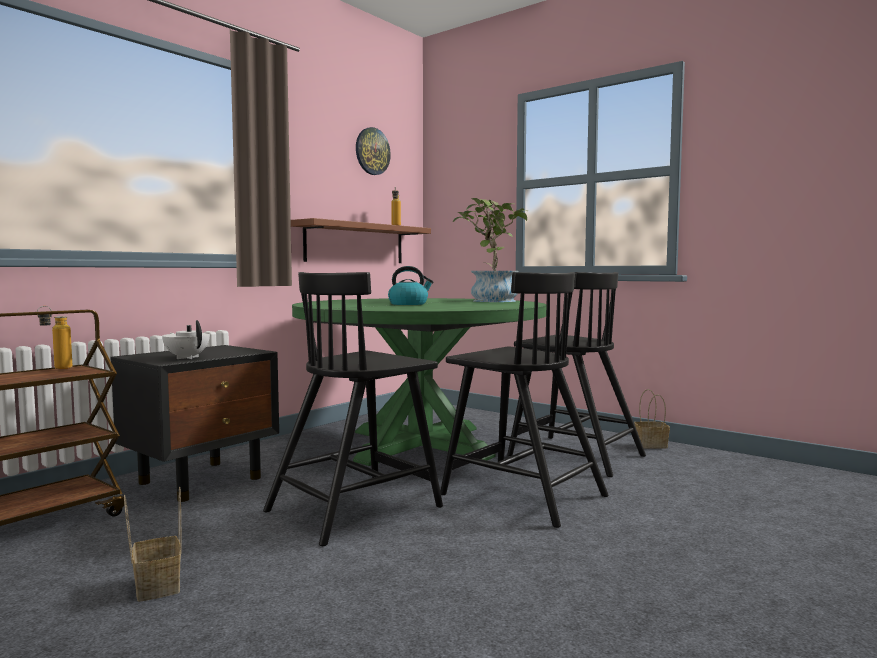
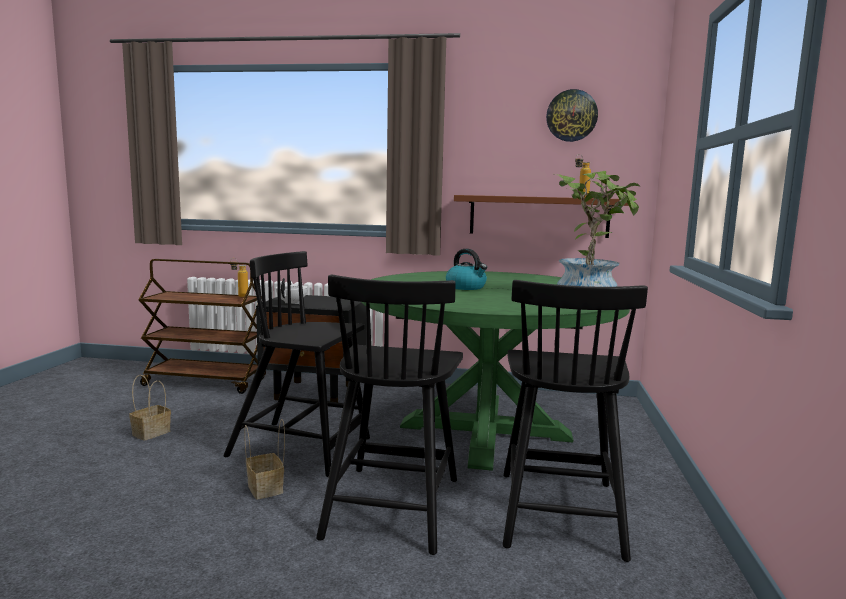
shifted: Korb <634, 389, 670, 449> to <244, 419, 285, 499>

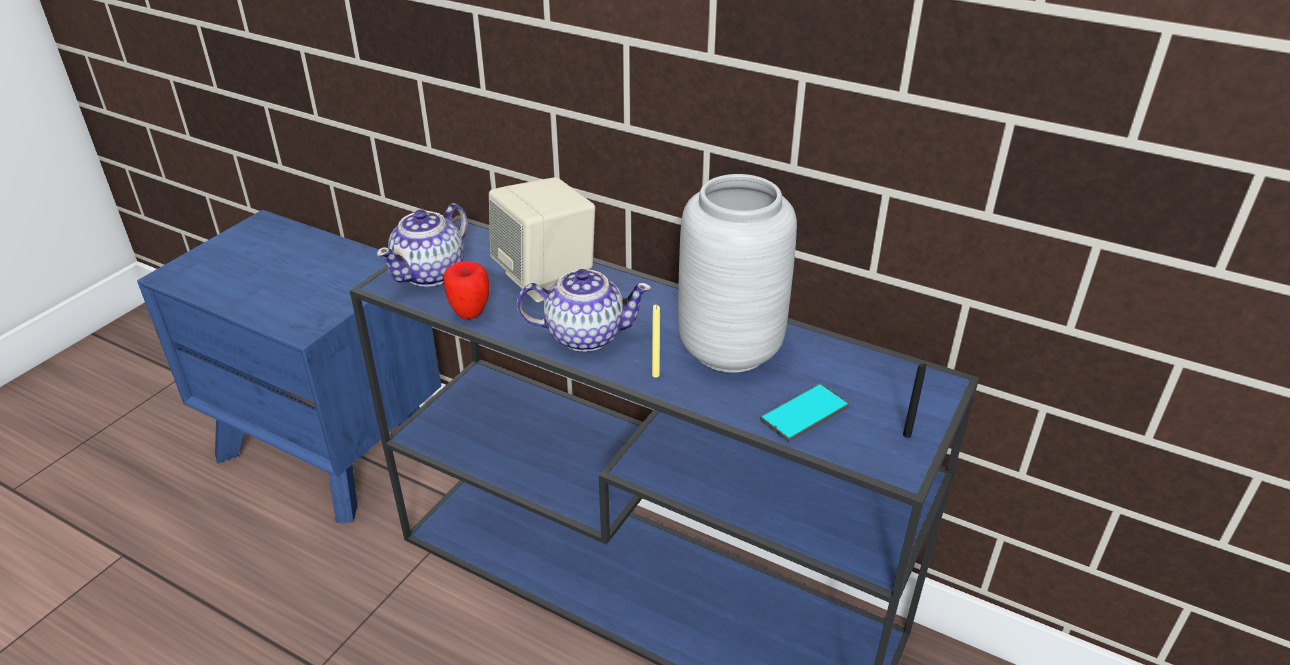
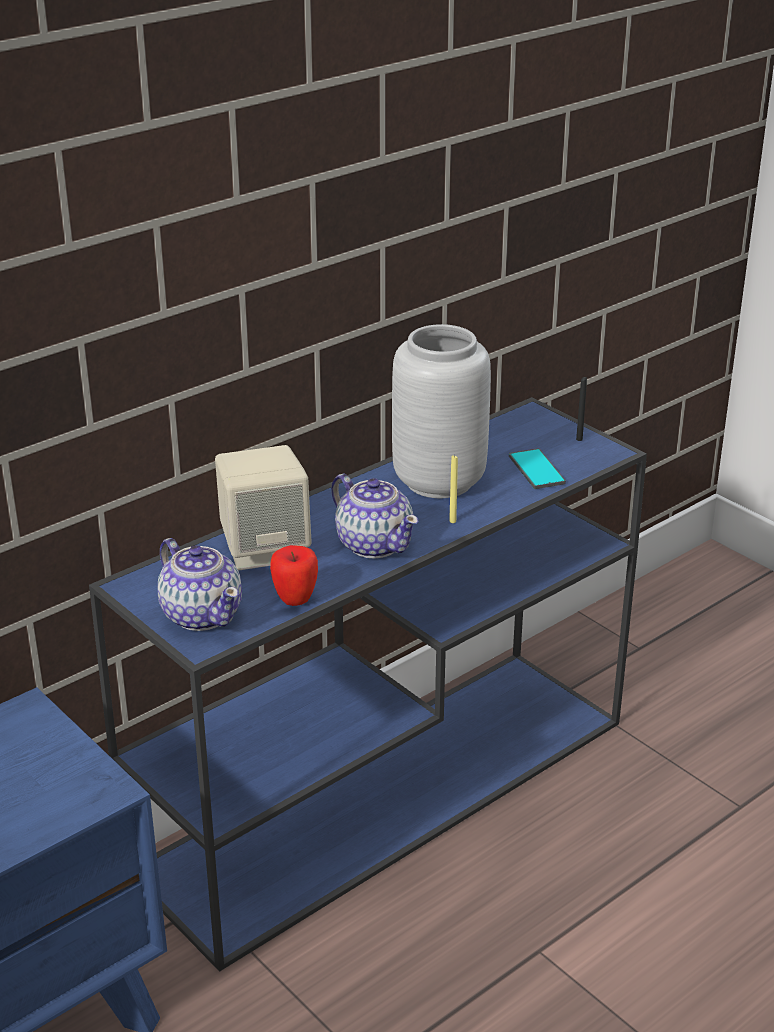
rotated: Teekanne <516, 269, 652, 352> = <331, 474, 418, 559> 120 degrees clockwise

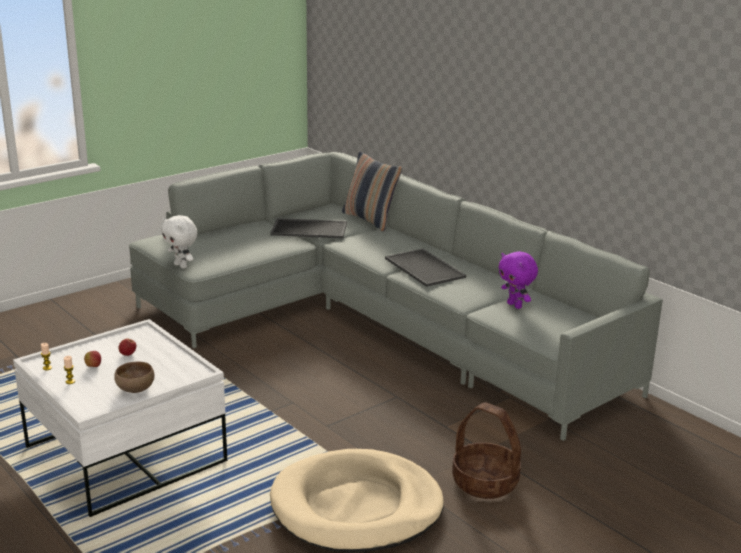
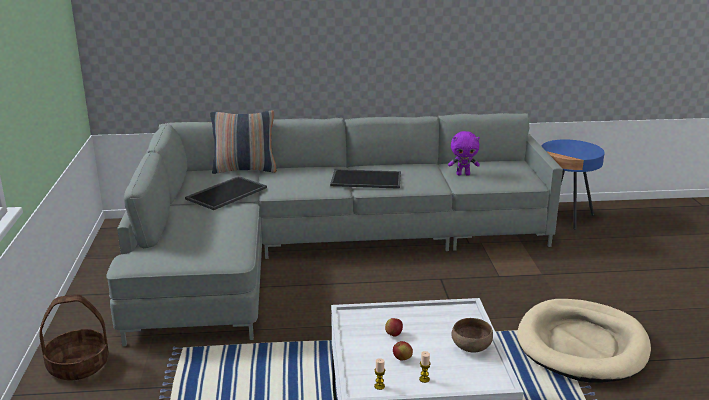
gone: Plüschtier [weiß] <161, 215, 198, 269>
new: Beistelltisch [blau] <542, 139, 605, 230>
shifted: Korb <452, 402, 521, 499> to <39, 294, 109, 380>

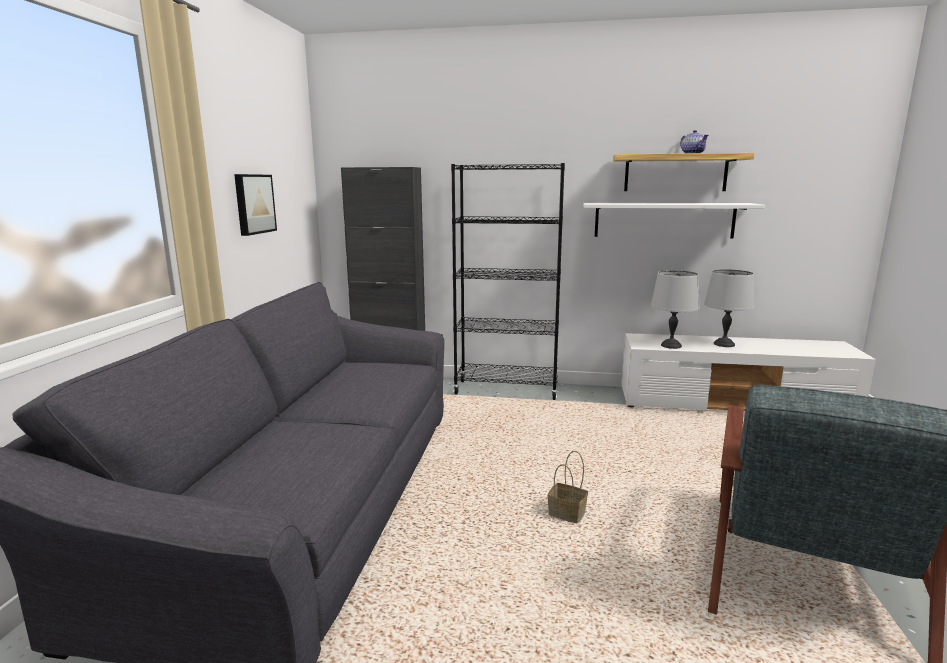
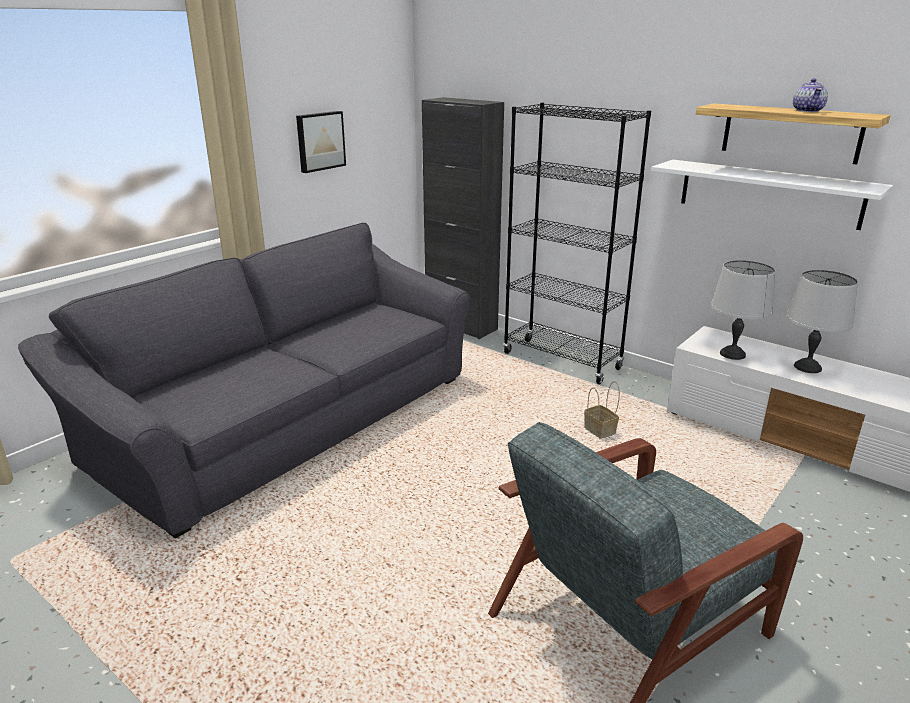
shifted: Korb <548, 451, 588, 523> to <584, 381, 620, 439>

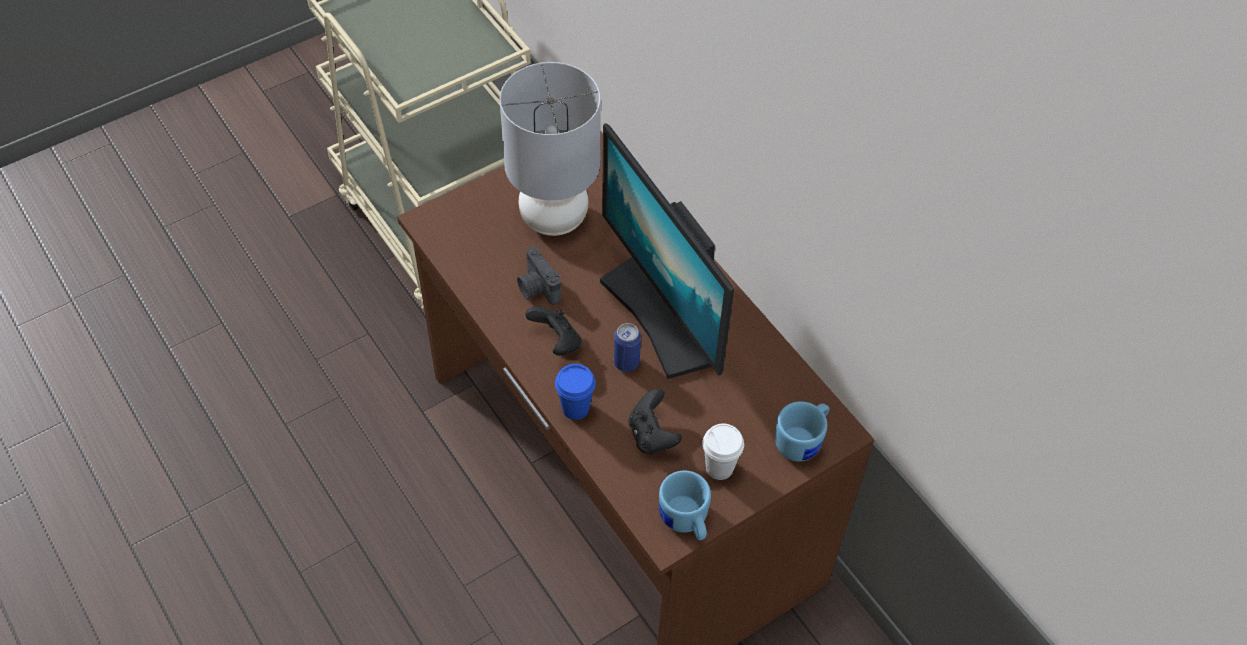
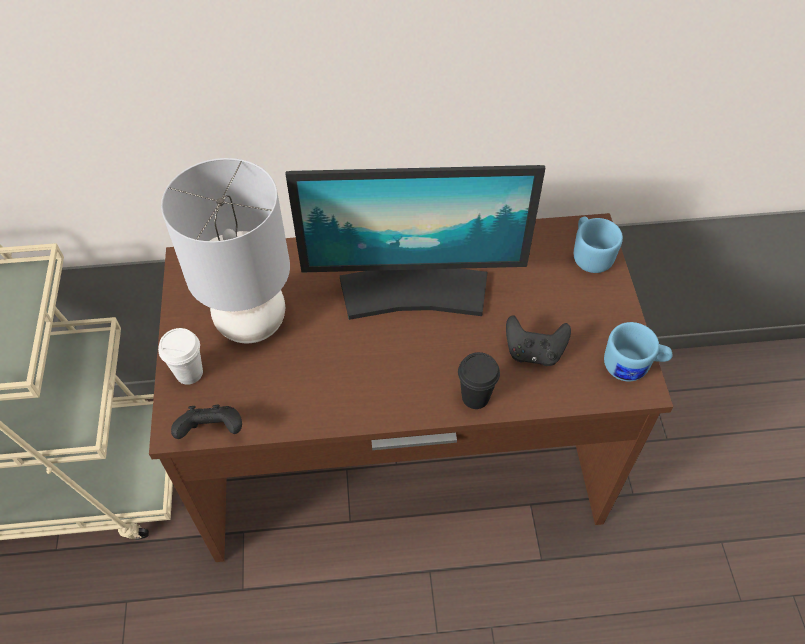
gone: Kamera <517, 247, 561, 305>; Dose <614, 323, 641, 372>
shifted: Gamepad [schwarz] <525, 306, 582, 356> to <171, 405, 242, 439>; Tasse [weiß] <702, 424, 744, 480> to <158, 328, 203, 385>
repainted: Tasse [blau] <555, 364, 596, 420> to Tasse [schwarz] <458, 352, 500, 409>

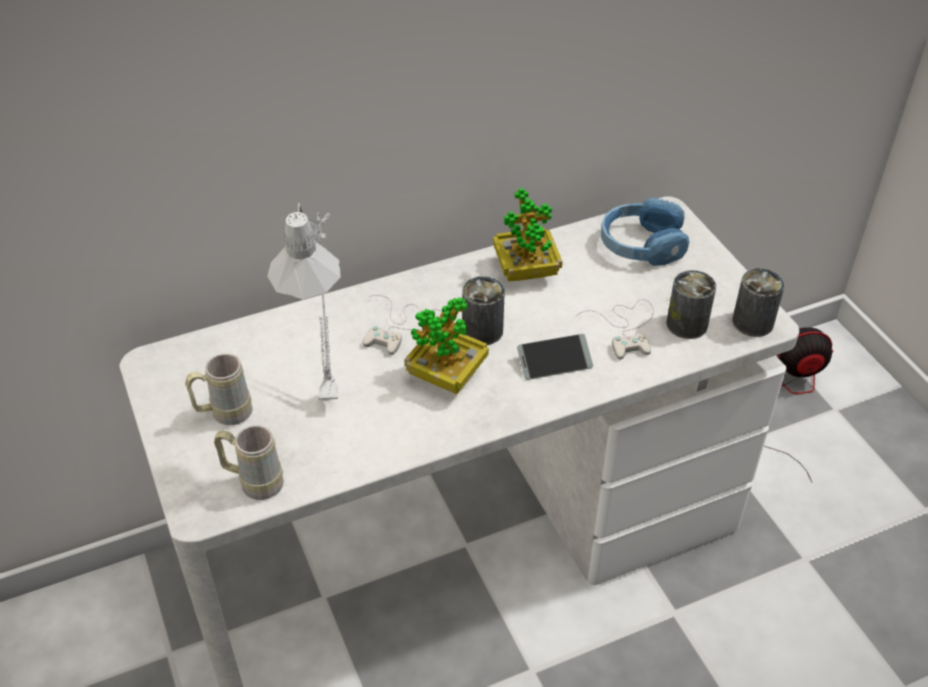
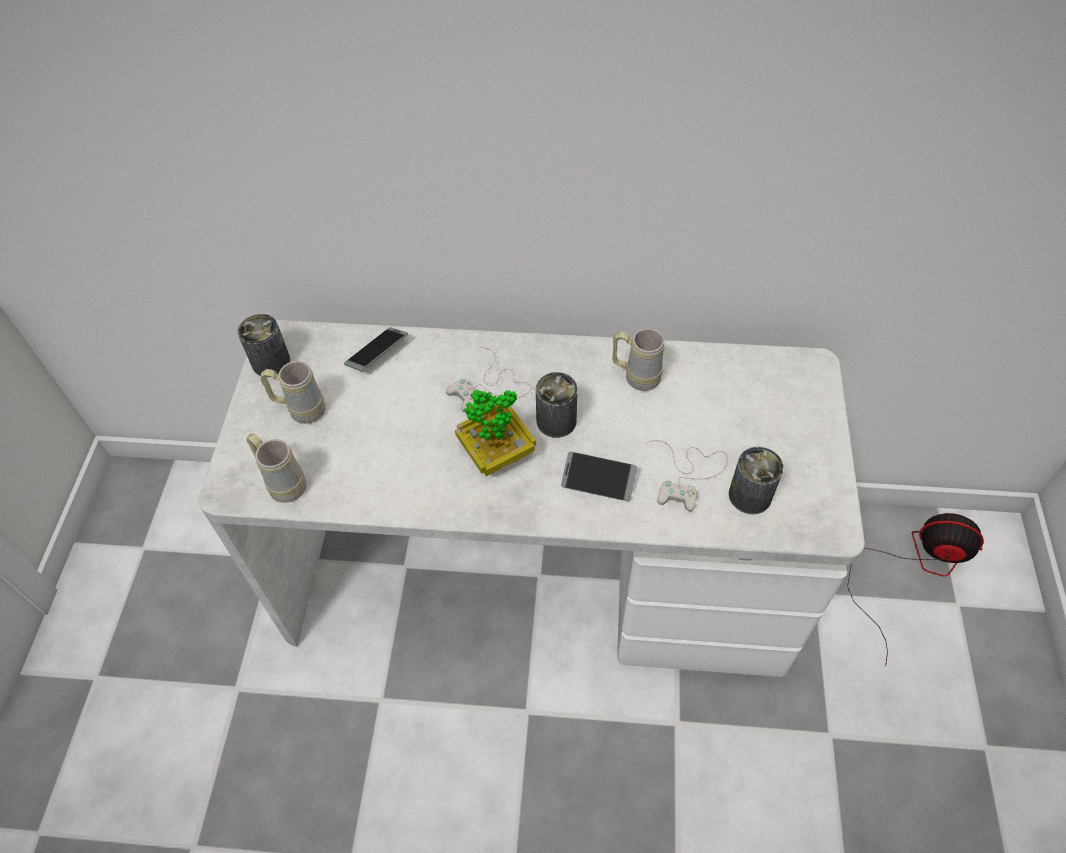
gone: Kopfhörer [blau] <601, 198, 689, 266>; Tischlampe [grau] <267, 203, 341, 400>
new: Handy <344, 327, 408, 371>
shifted: Dose <732, 268, 785, 337> to <237, 314, 290, 376>
swapped: Topfpflanze <493, 188, 563, 281> to Henkelbecher [beige] <613, 328, 665, 391>

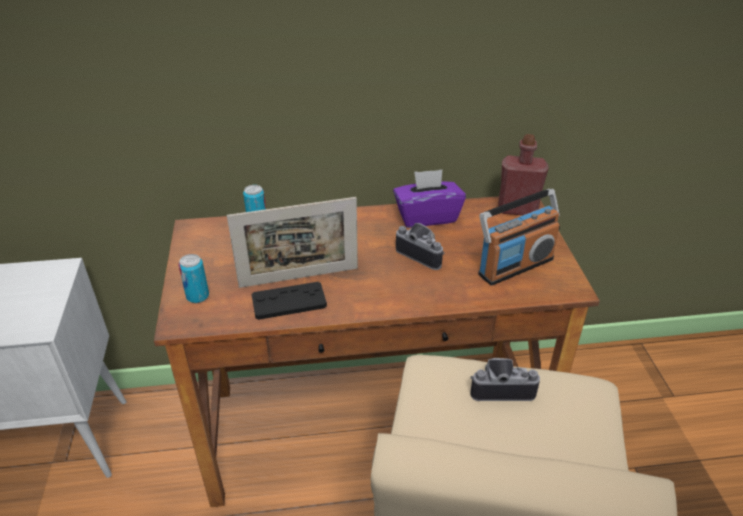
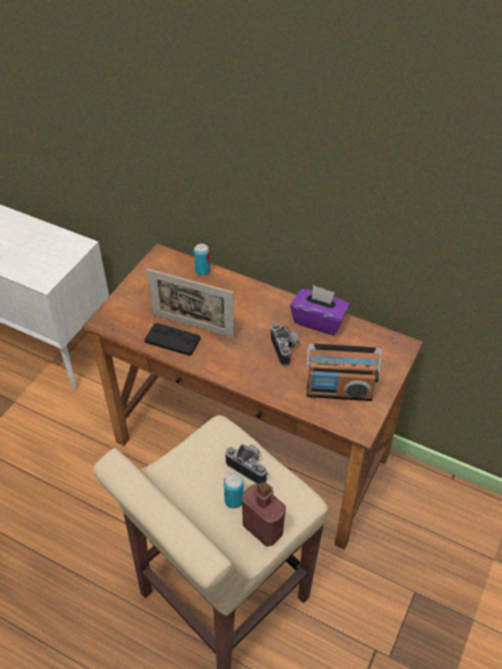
shifted: Flasche [rot] <498, 134, 549, 215> to <242, 482, 286, 547>; Dose <178, 254, 209, 303> to <224, 473, 244, 509>

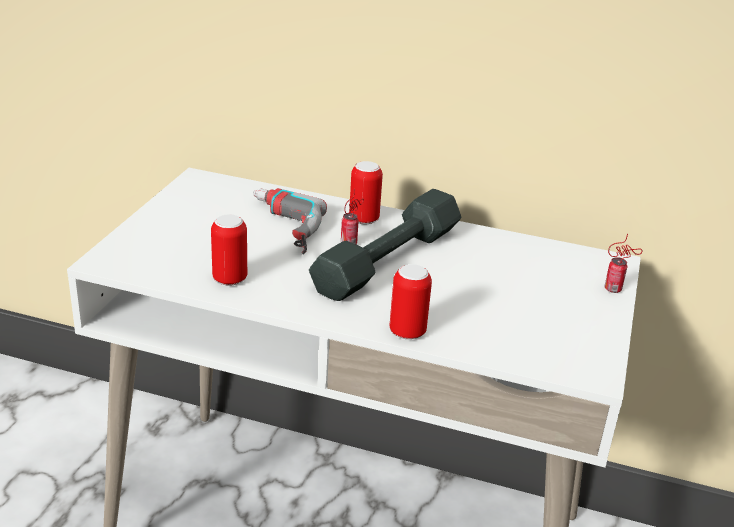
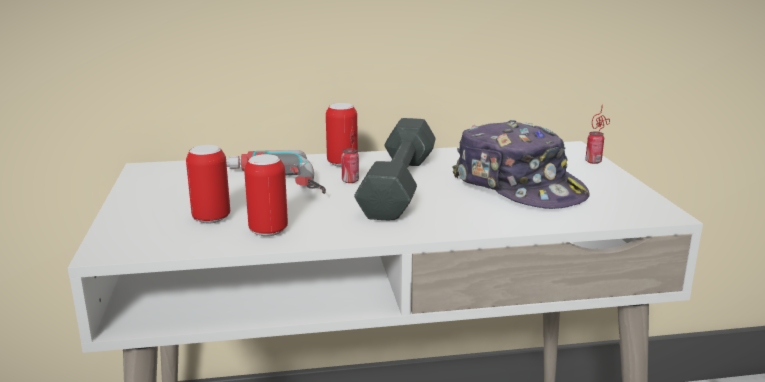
new: Kappe <452, 120, 589, 209>
shifted: Dose <390, 264, 432, 339> to <186, 145, 230, 223>

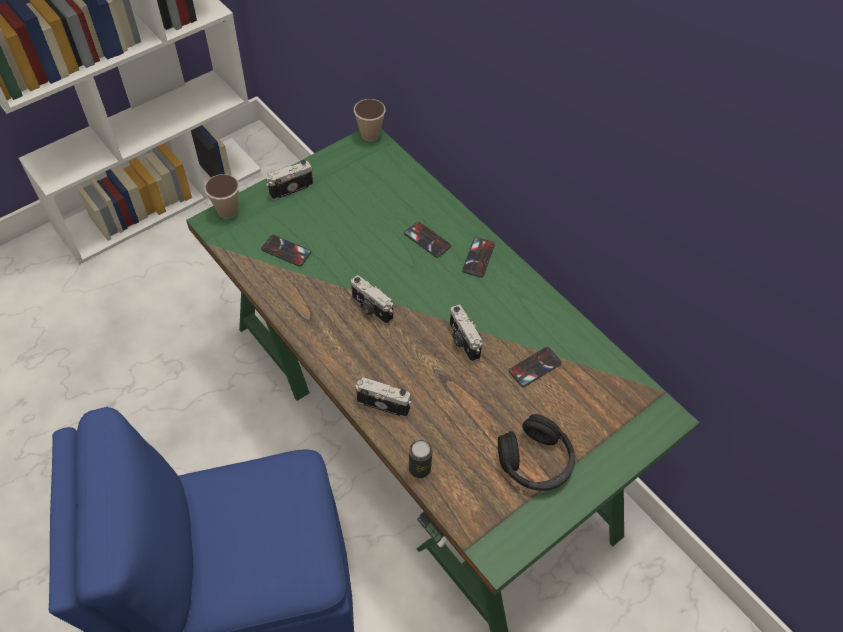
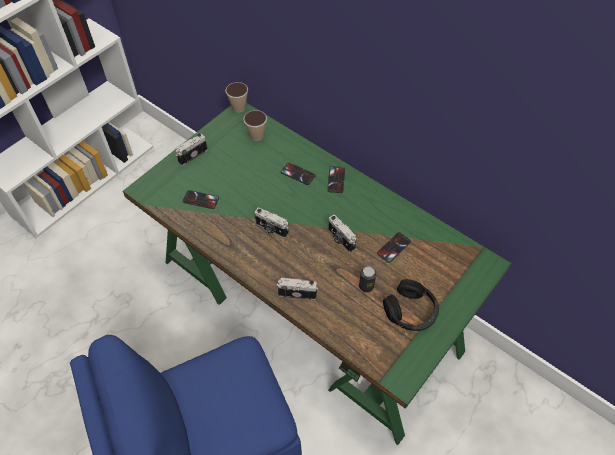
shifted: Tasse <204, 174, 239, 219> to <243, 110, 267, 141>; Dose <409, 440, 432, 478> to <359, 266, 376, 293>

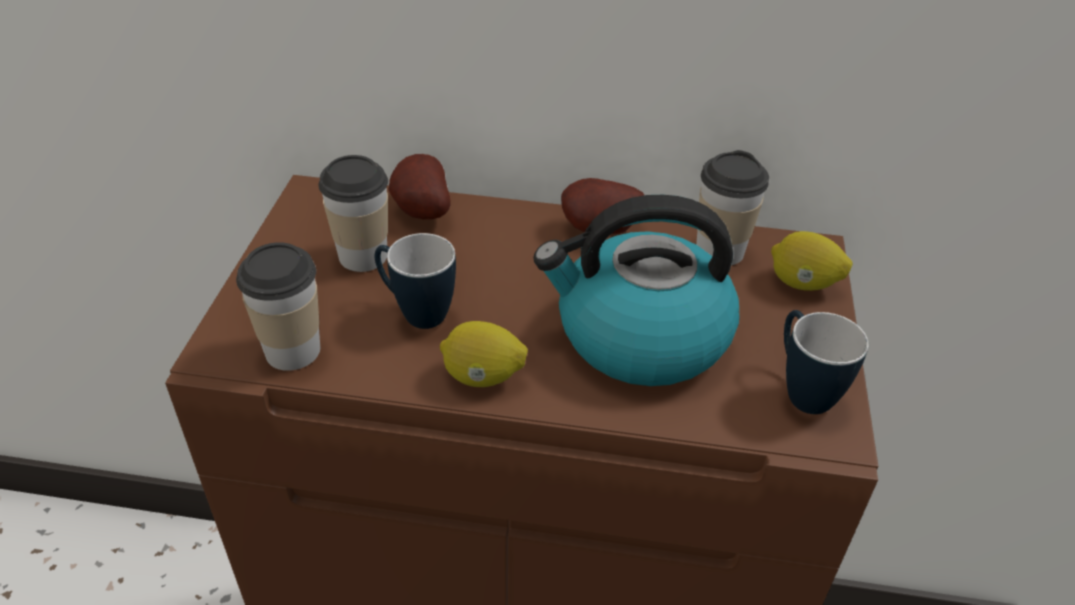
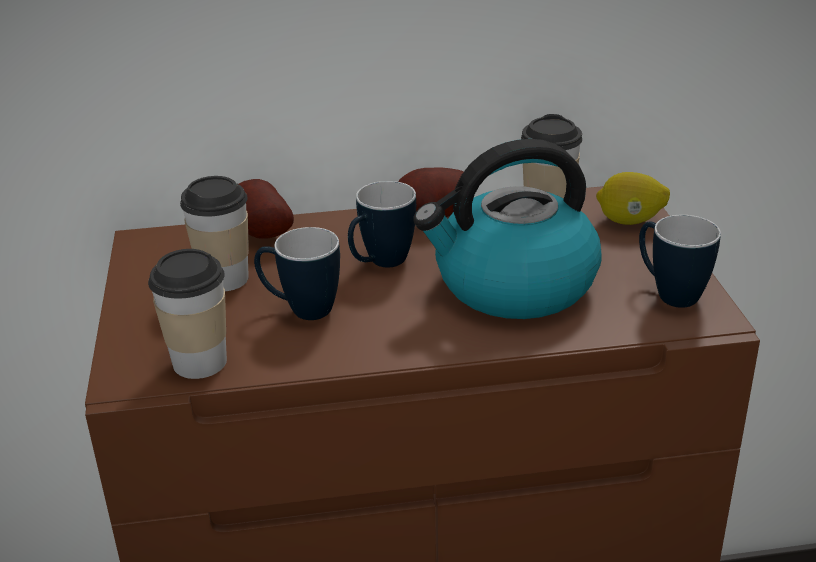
gone: Zitrone <440, 321, 528, 387>
new: Henkelbecher <348, 181, 416, 267>

